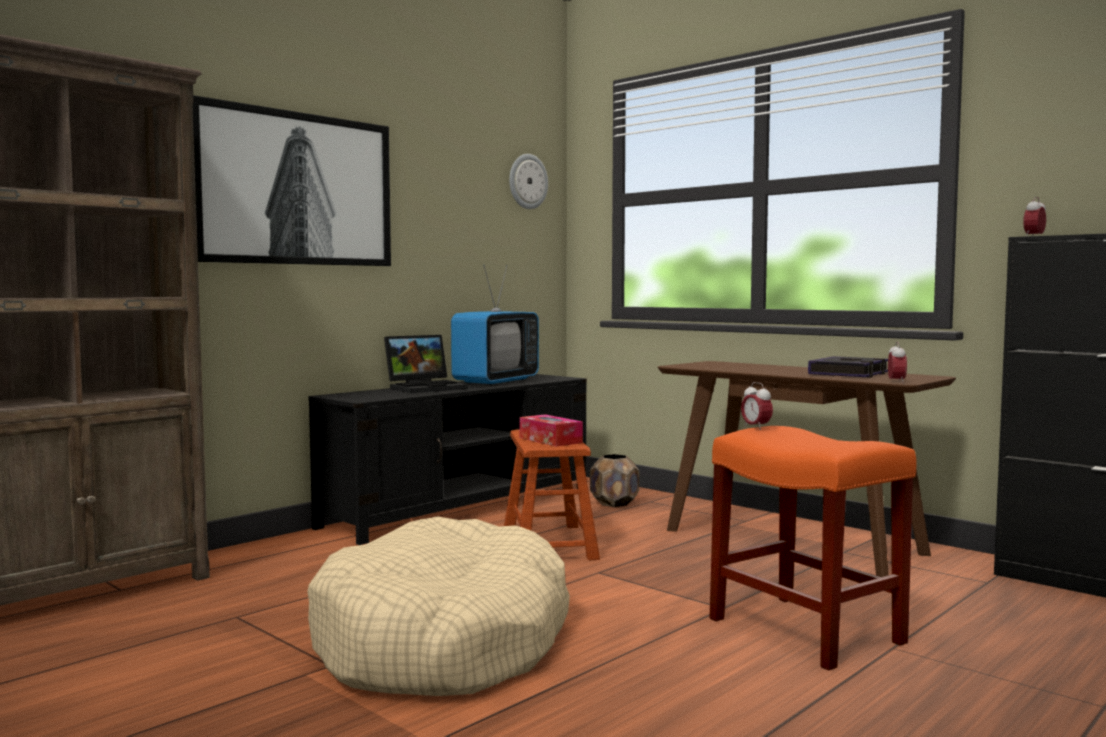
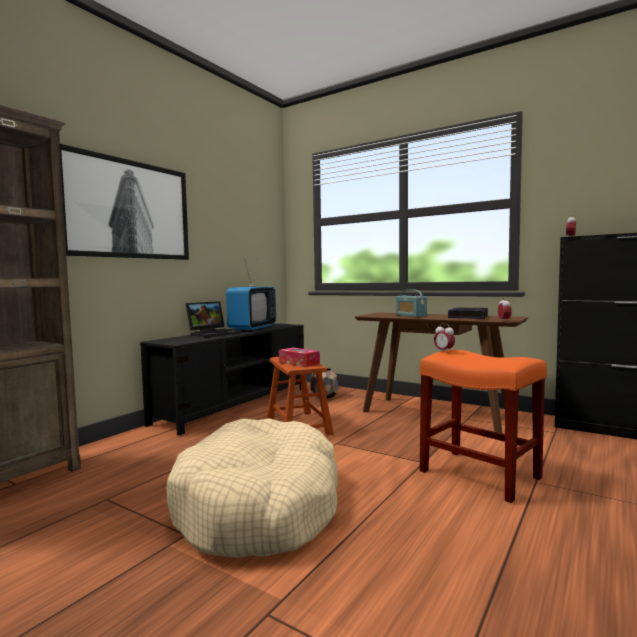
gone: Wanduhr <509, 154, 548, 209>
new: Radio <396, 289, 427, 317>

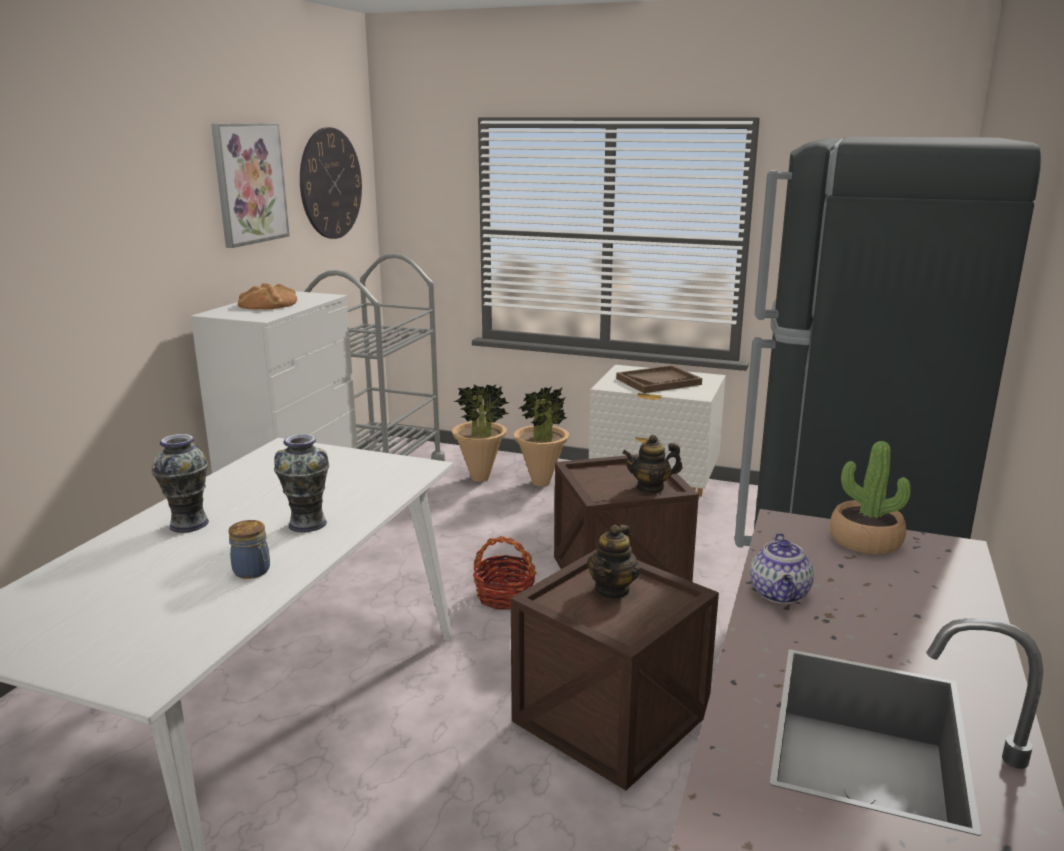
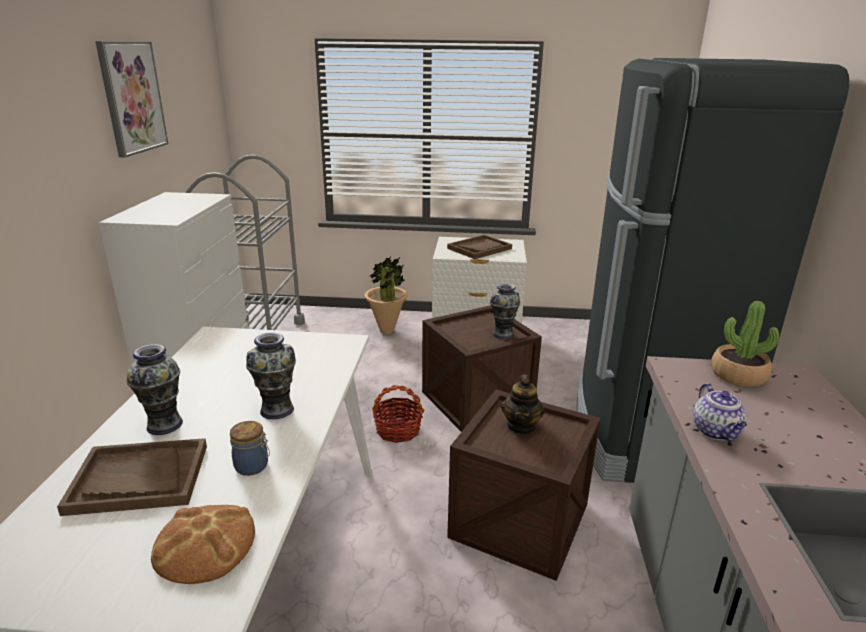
gone: Wanduhr <300, 127, 362, 239>; Topfpflanze <452, 384, 509, 482>
new: Tablett [braun] <57, 438, 207, 516>
shifted: Brot <238, 283, 297, 309> to <151, 505, 255, 584>
swapped: Teekanne <622, 435, 683, 494> to Vase <490, 283, 520, 339>

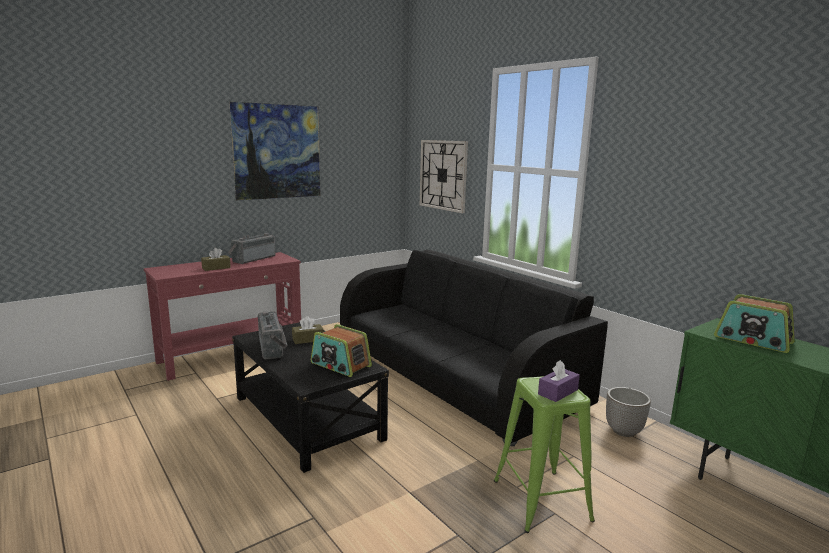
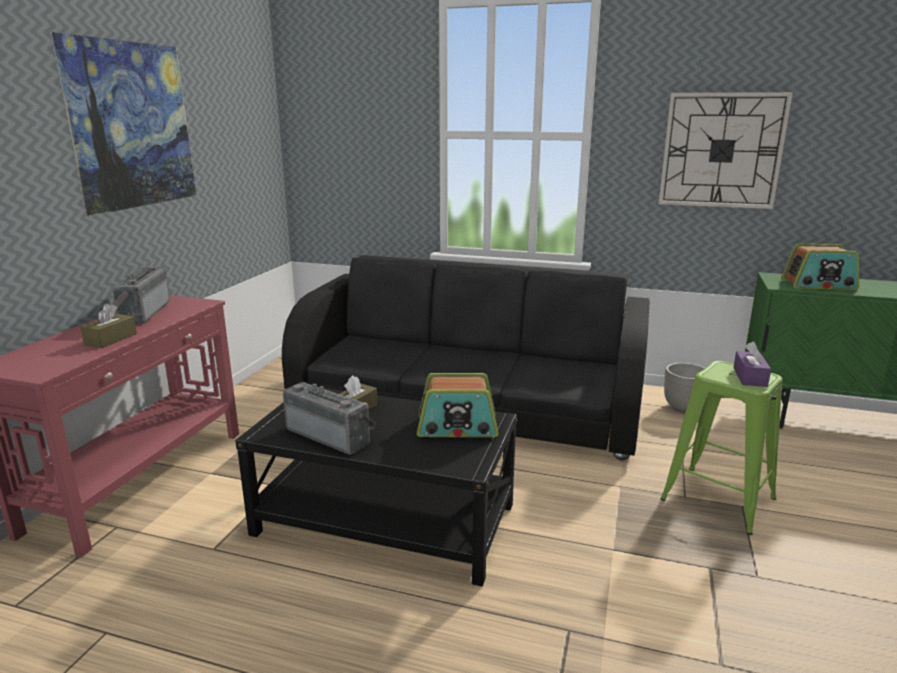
shifted: Wanduhr <420, 140, 468, 213> to <659, 92, 793, 209>

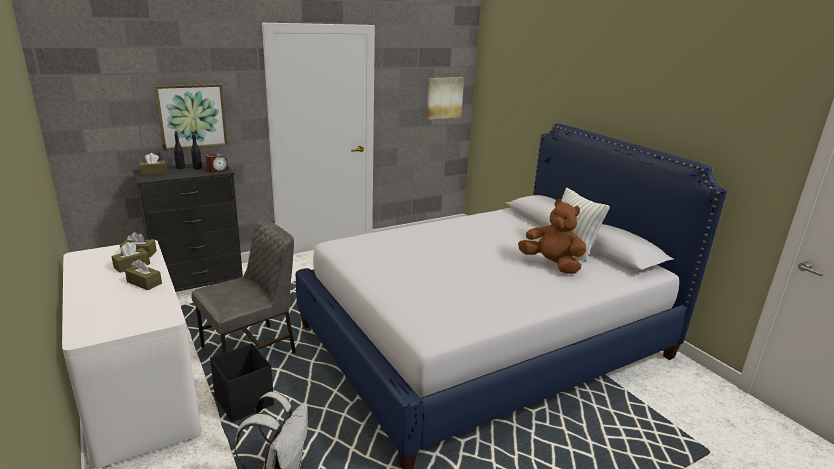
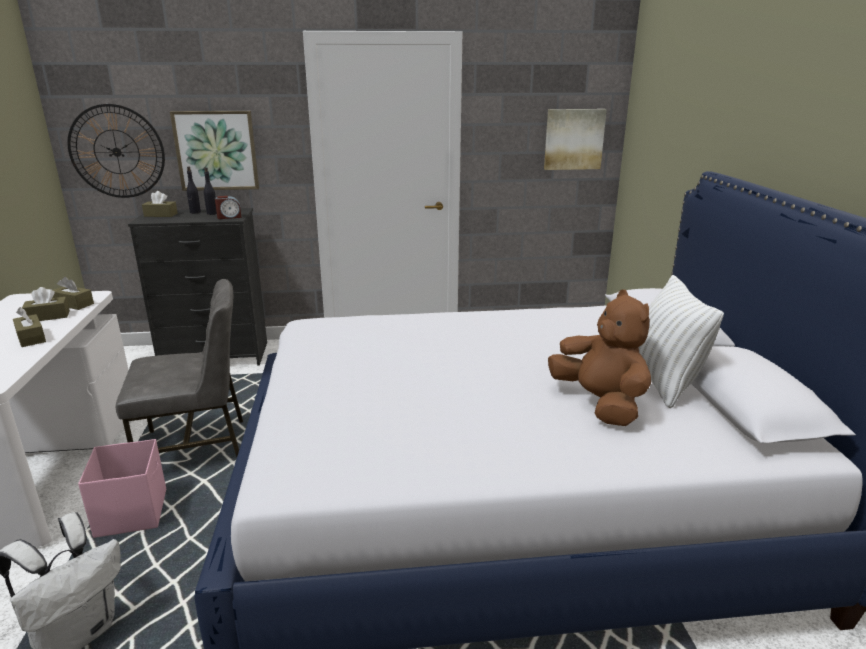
new: Wanduhr <67, 104, 165, 198>
repainted: Aufbewahrungsbox [schwarz] <210, 343, 274, 422> to Aufbewahrungsbox [rosa] <78, 439, 166, 538>

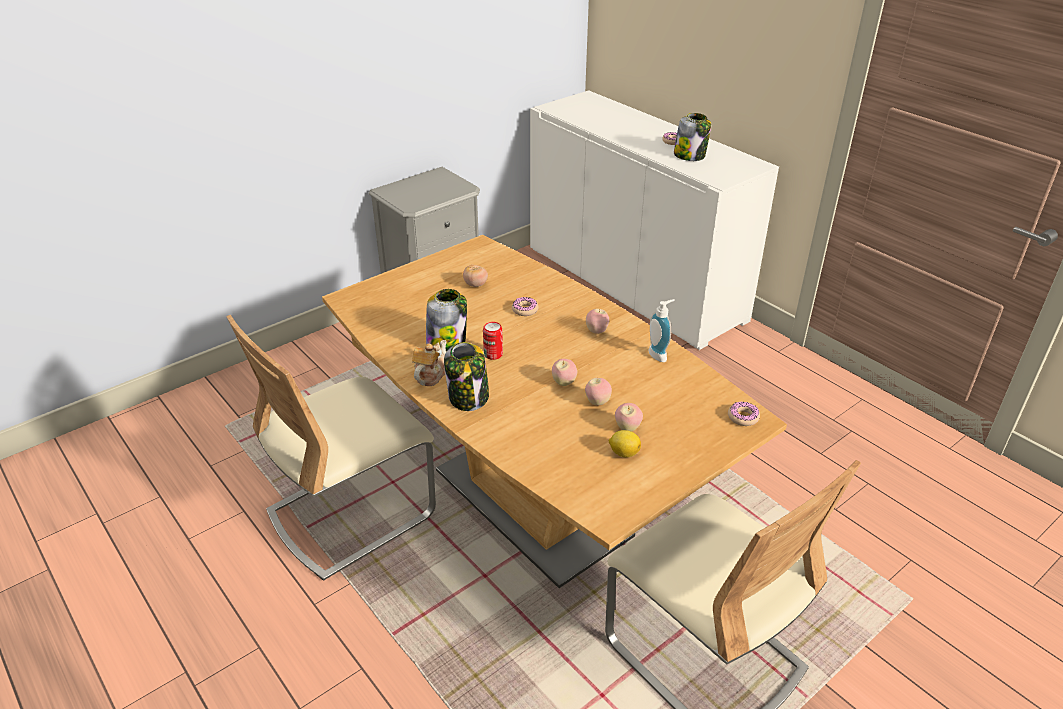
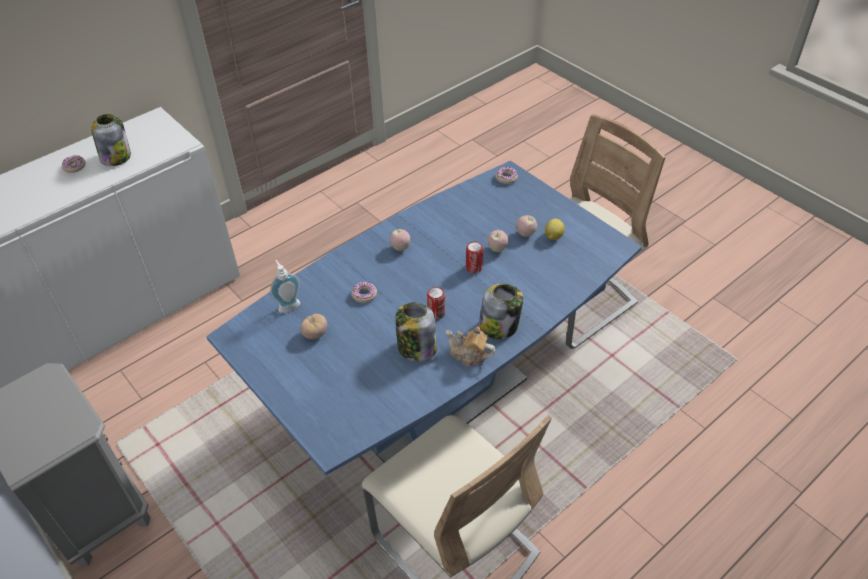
shifted: Seifenspender <648, 299, 675, 362> to <270, 260, 300, 313>
swapped: Apfel <552, 359, 577, 386> to Dose <466, 242, 483, 273>
repainted: Esstisch [braun] <322, 235, 787, 588> to Esstisch [blau] <206, 161, 642, 475>

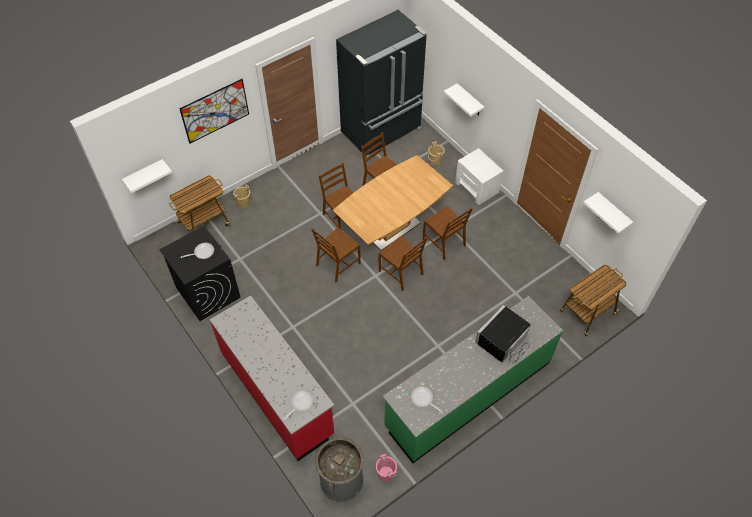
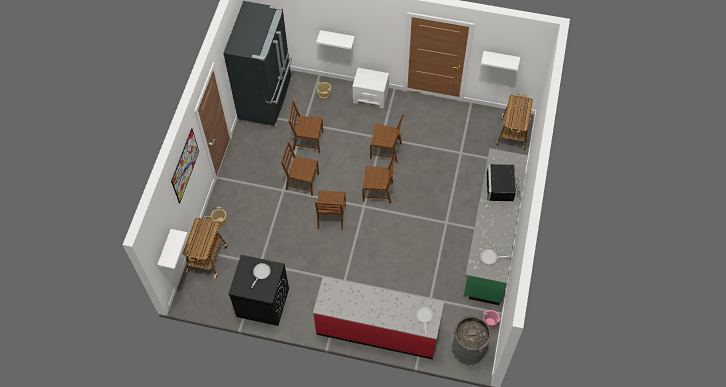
gone: Esstisch [braun] <333, 155, 453, 251>

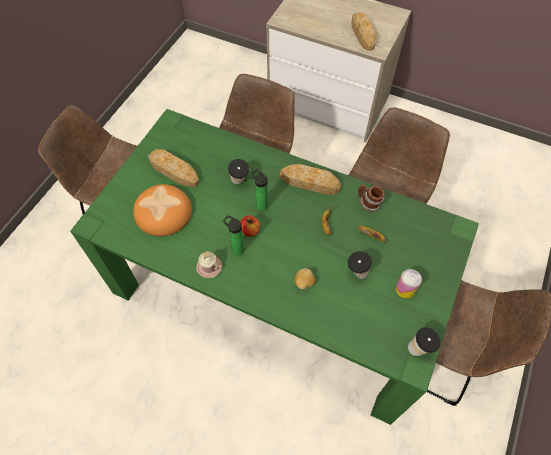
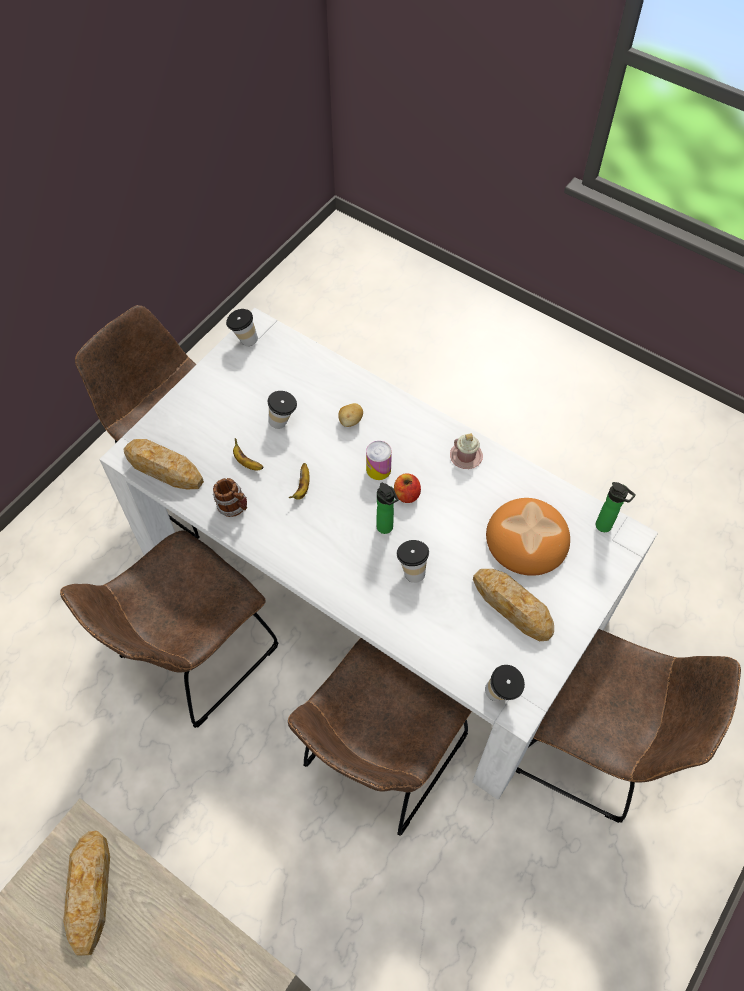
new: Tasse <485, 665, 525, 701>
shifted: Brot <279, 164, 341, 194> to <123, 439, 204, 489>; Flasche <223, 215, 244, 255> to <596, 482, 636, 532>; Dose <396, 269, 422, 299> to <366, 441, 392, 480>
repainted: Esstisch [grün] <70, 109, 479, 425> to Esstisch [weiß] <99, 308, 658, 800>

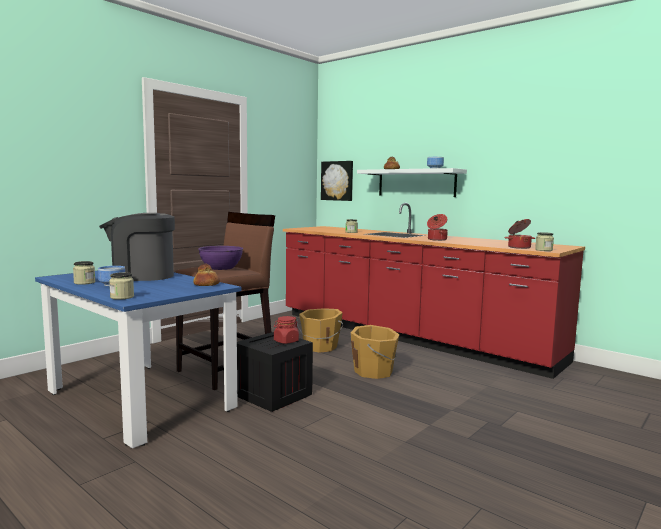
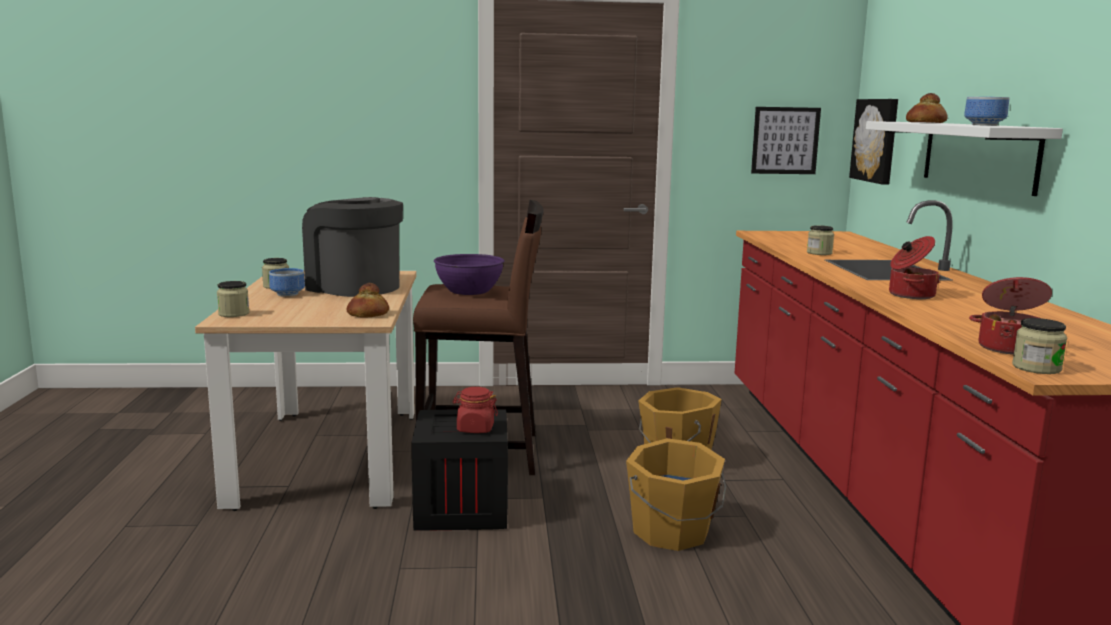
new: Bild <751, 107, 821, 174>
repainted: Esstisch [blau] <35, 271, 242, 448> to Esstisch [beige] <195, 271, 417, 511>

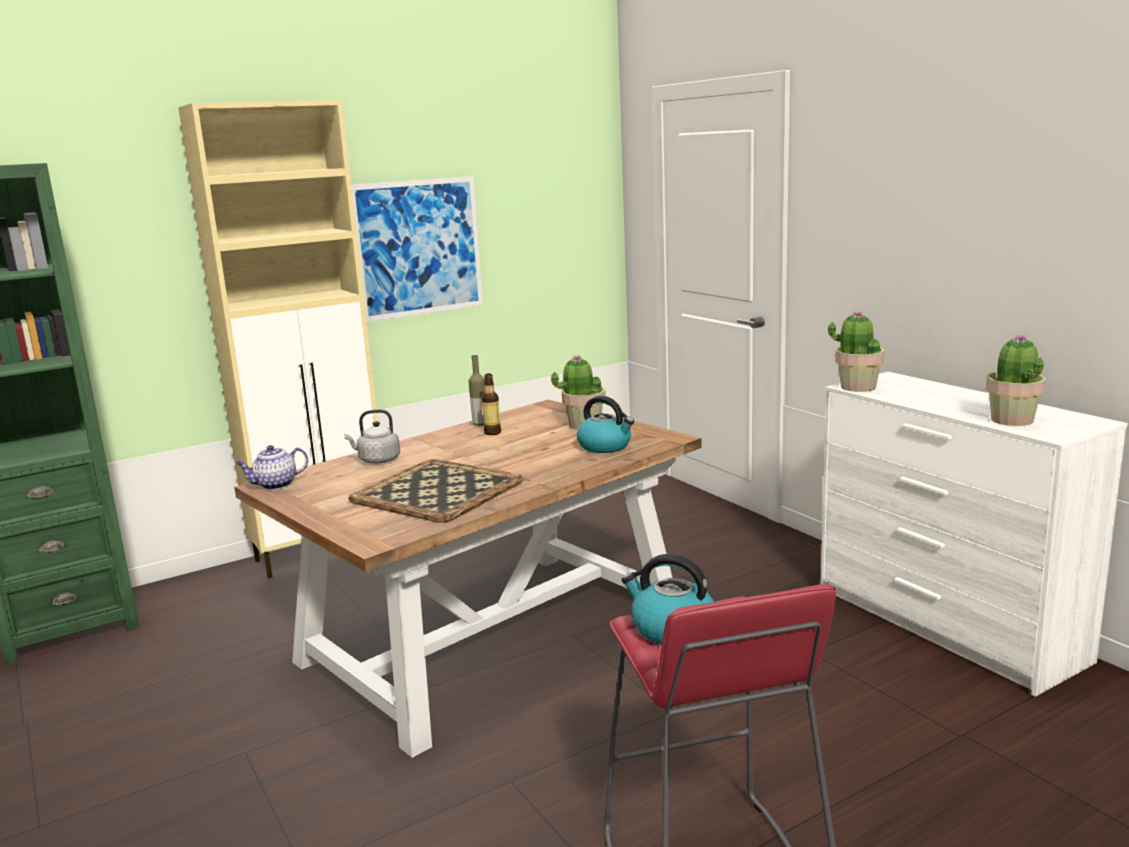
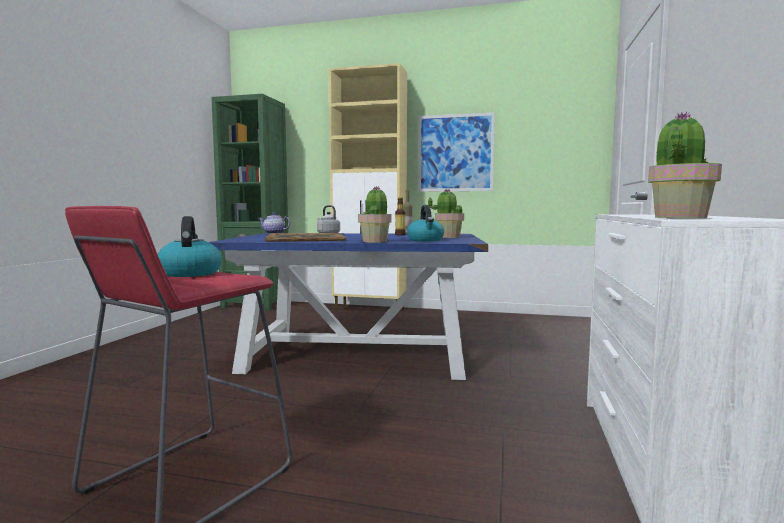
shifted: Topfpflanze <828, 310, 884, 392> to <358, 186, 392, 243>
repainted: Esstisch [braun] <234, 400, 702, 758> to Esstisch [blau] <209, 233, 488, 380>

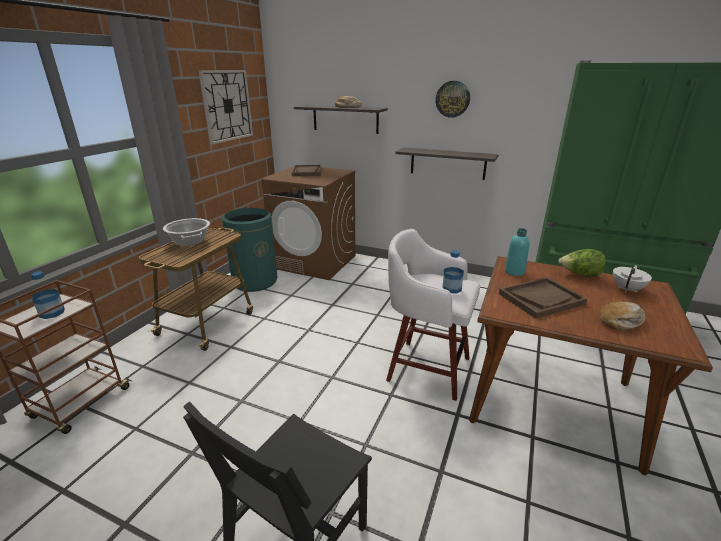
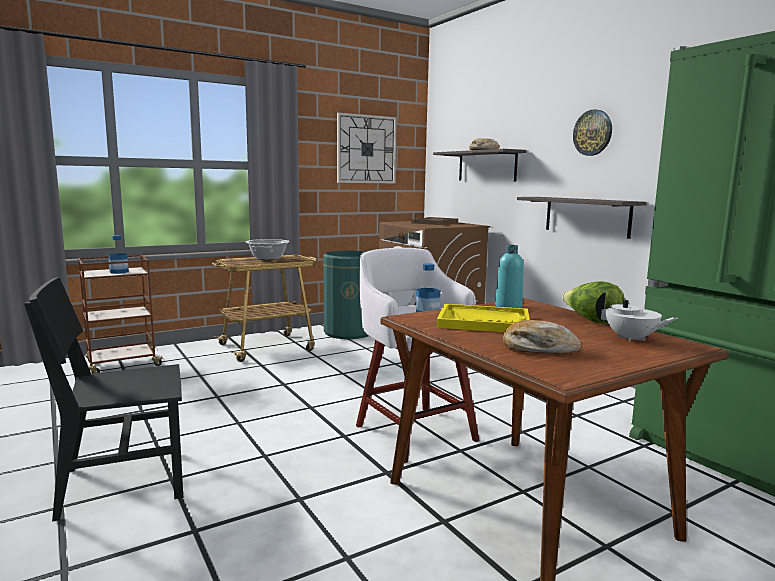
repainted: Tablett [braun] <499, 277, 587, 319> to Tablett [gelb] <437, 304, 530, 332>
rotated: Teekanne [weiß] <613, 265, 652, 292> = <595, 292, 678, 342> 45 degrees clockwise

